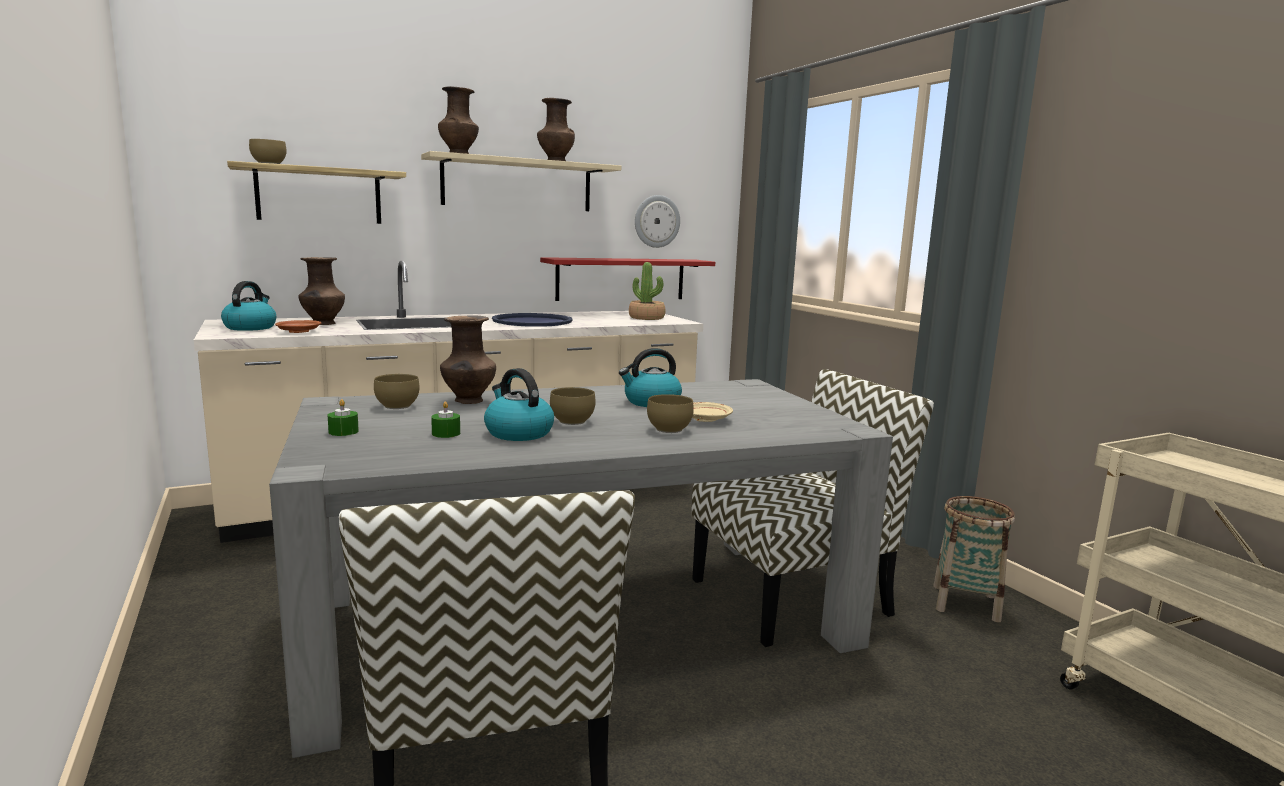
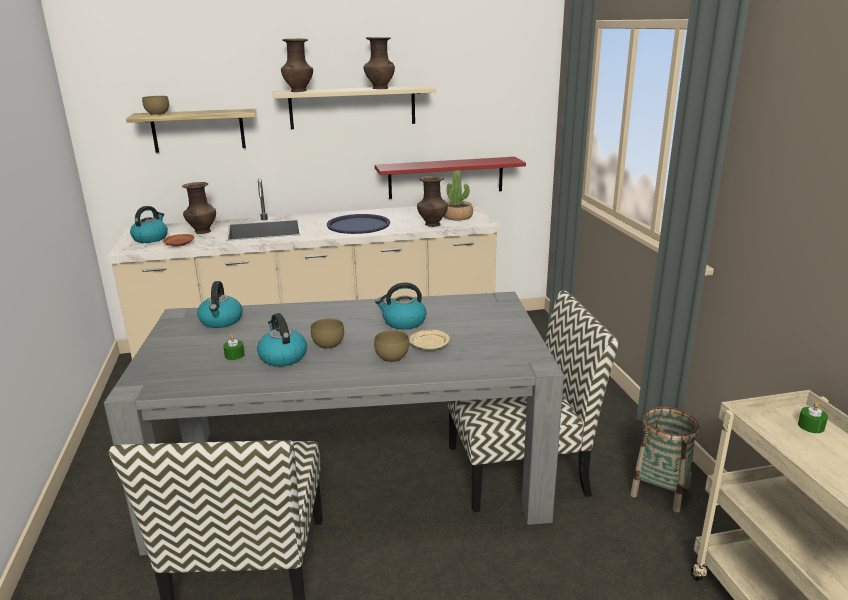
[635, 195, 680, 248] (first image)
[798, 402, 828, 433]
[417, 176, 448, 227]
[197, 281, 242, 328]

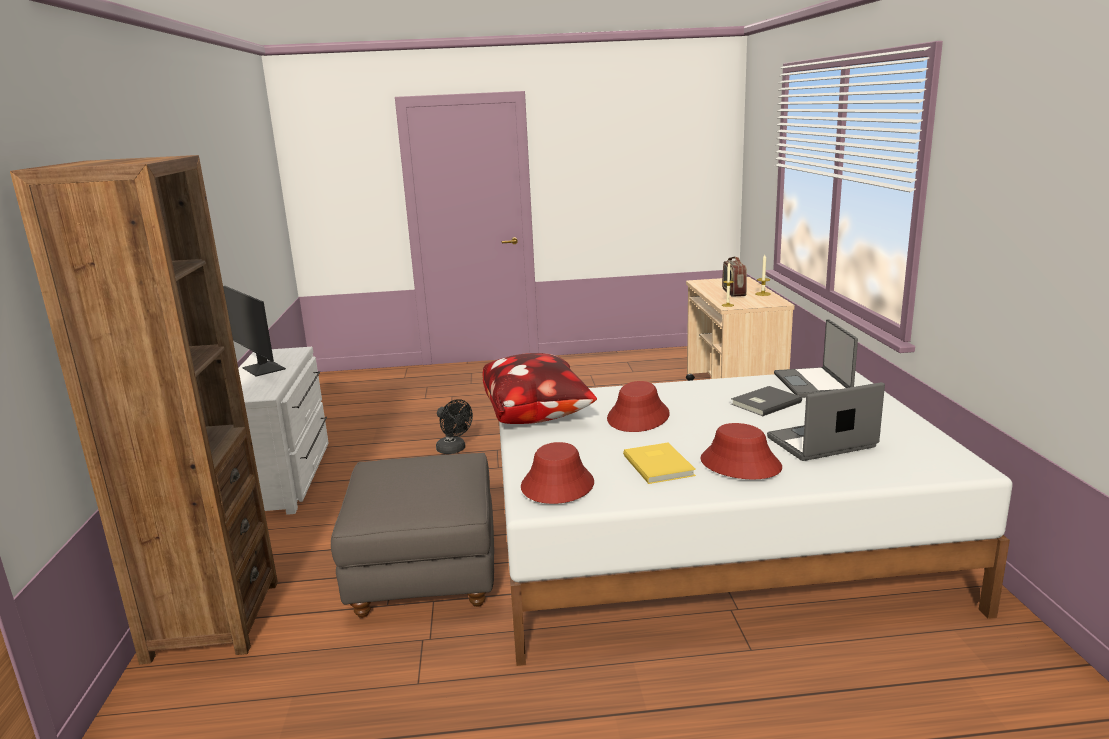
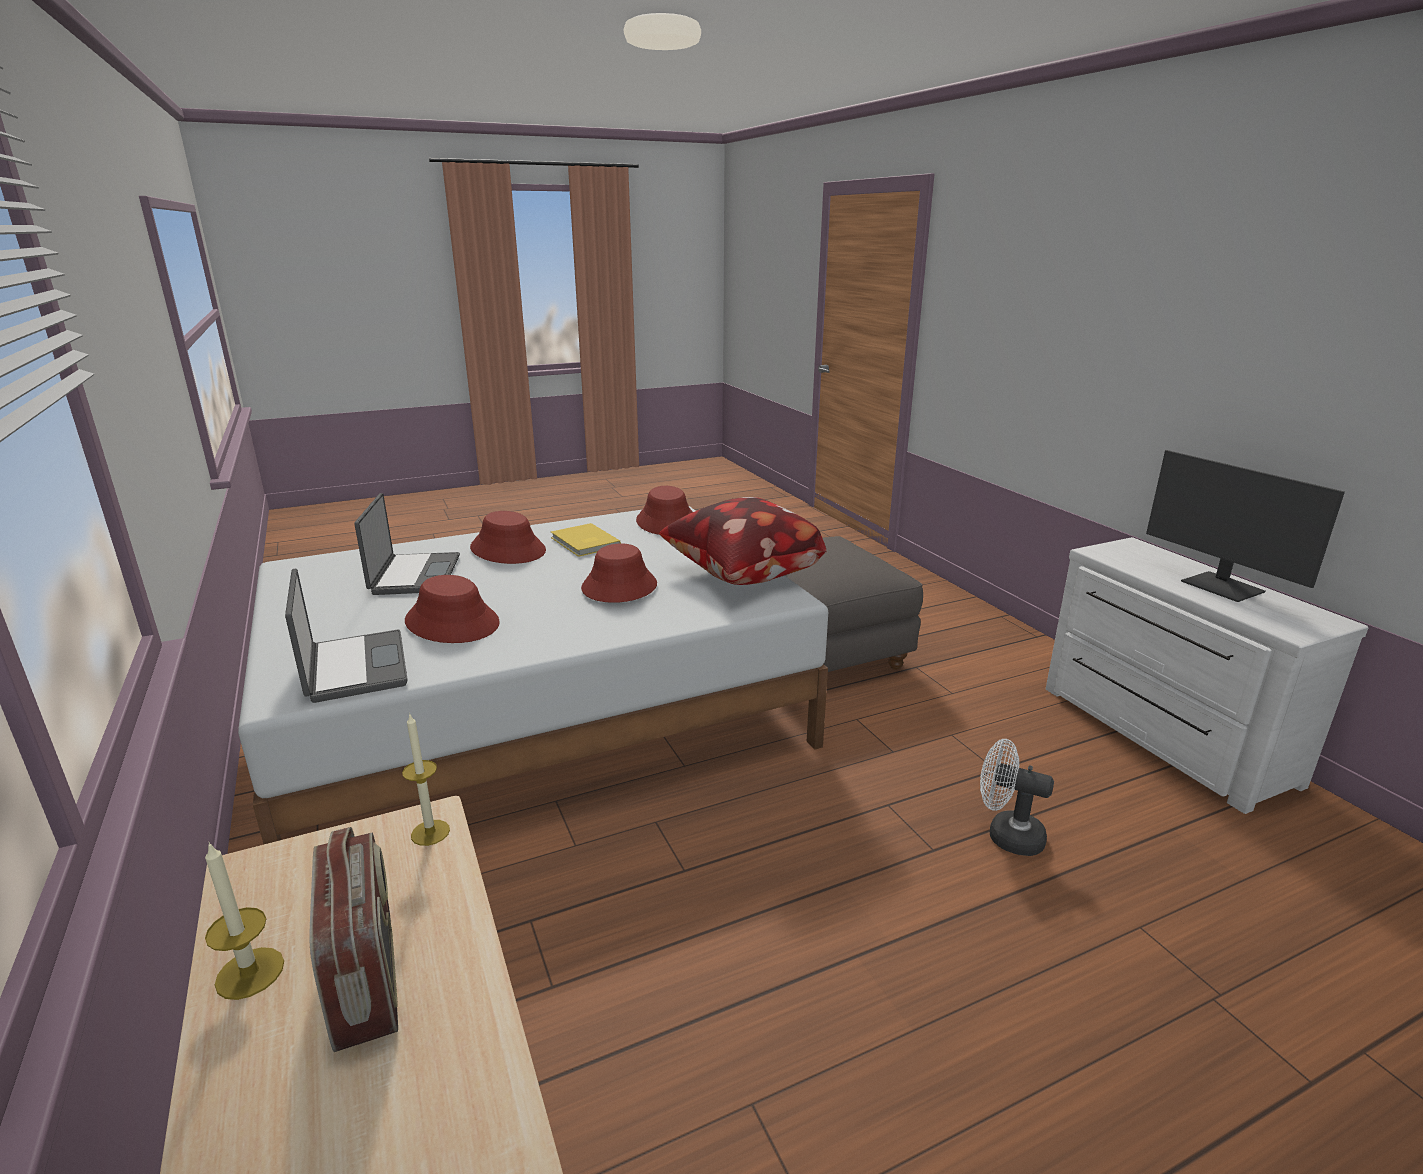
[10, 155, 278, 664] (first image)
[405, 575, 500, 643]
[980, 739, 1054, 856]
[1146, 450, 1345, 602]
[355, 493, 460, 595]

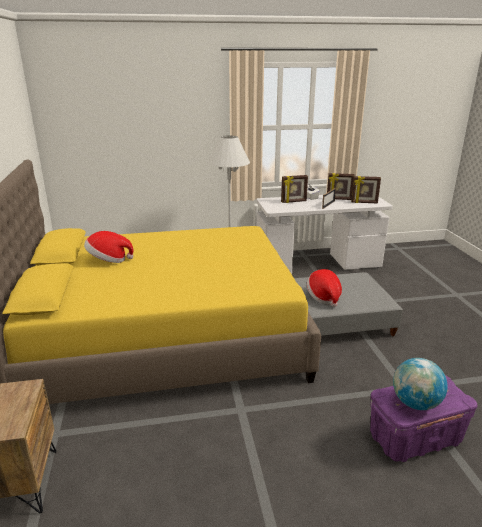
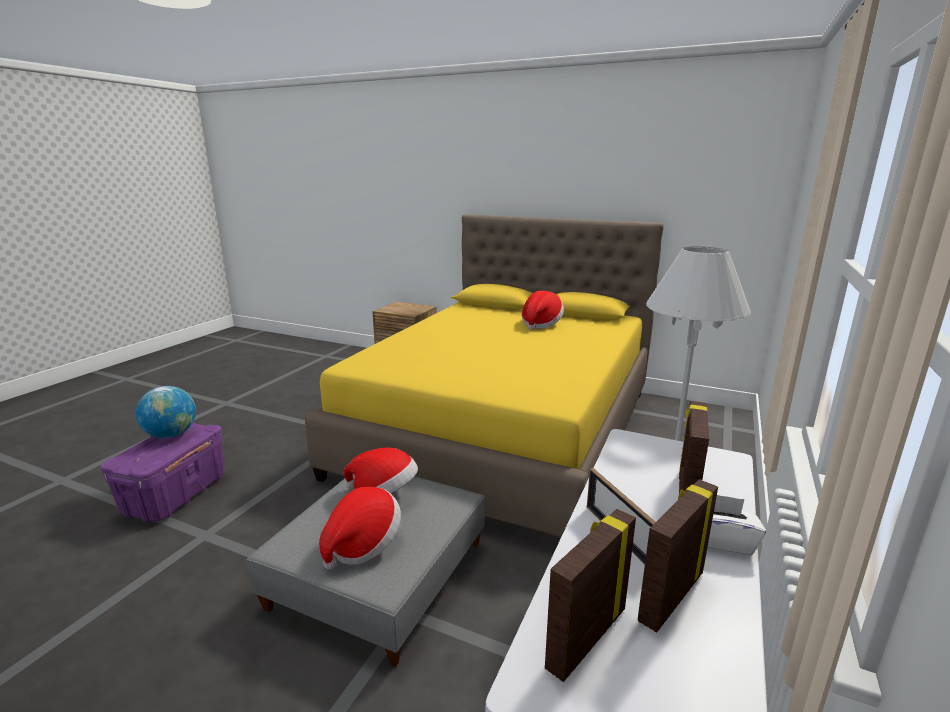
[319, 487, 401, 570]

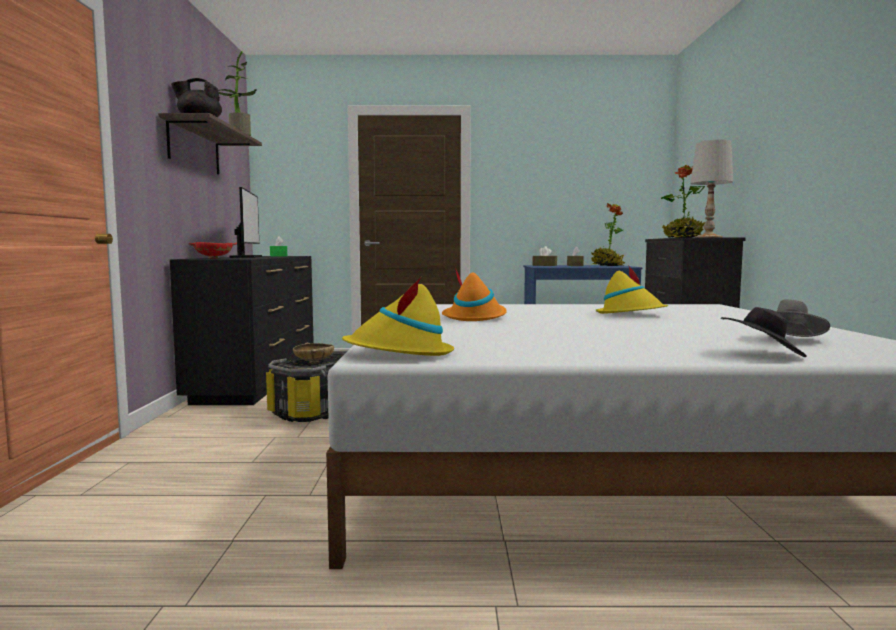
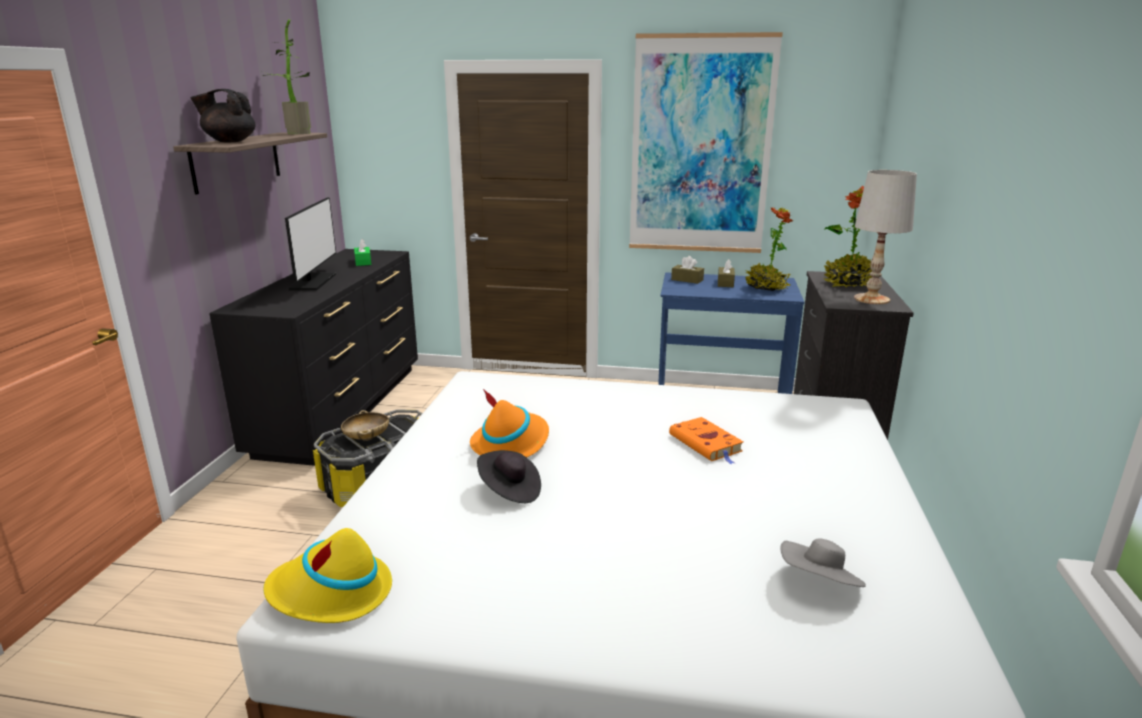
[188, 242, 237, 259] (first image)
[629, 32, 783, 253]
[477, 450, 541, 503]
[669, 417, 744, 464]

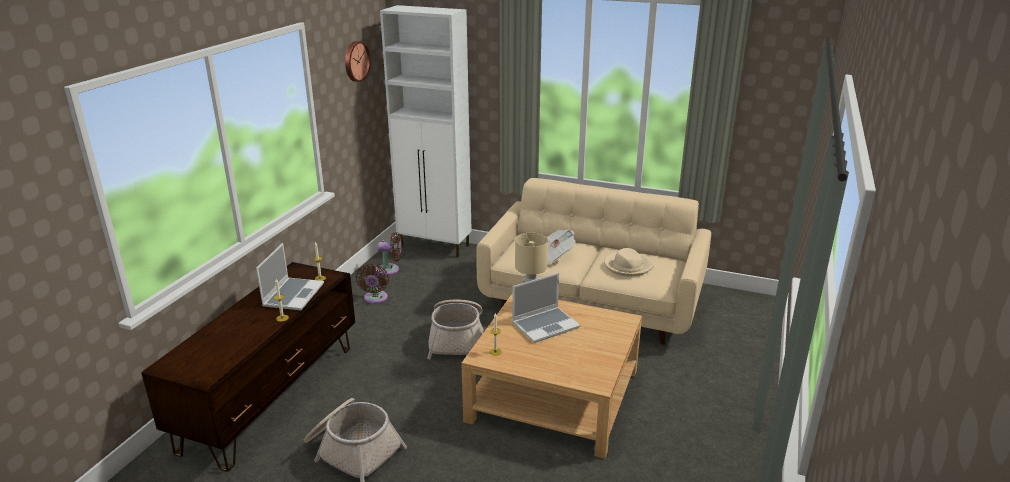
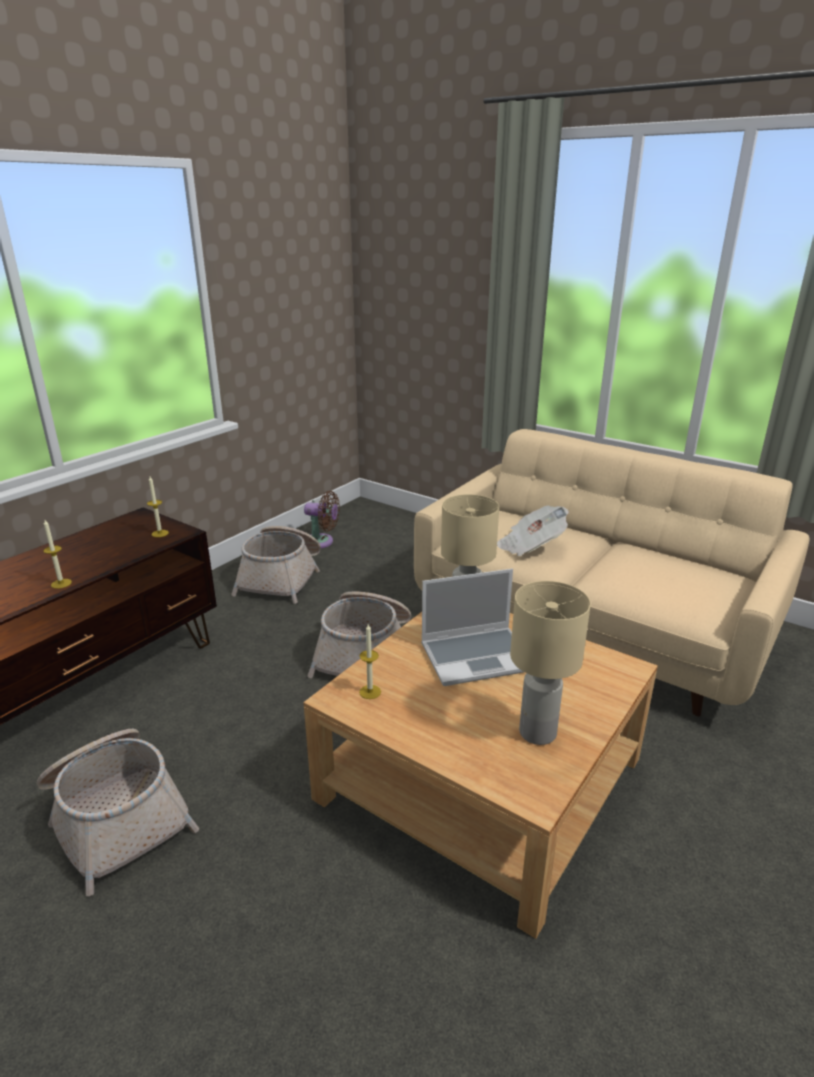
[256, 243, 324, 310] (first image)
[345, 41, 371, 82] (first image)
[380, 5, 472, 257] (first image)
[604, 248, 654, 277] (first image)
[510, 581, 591, 745]
[231, 526, 321, 604]

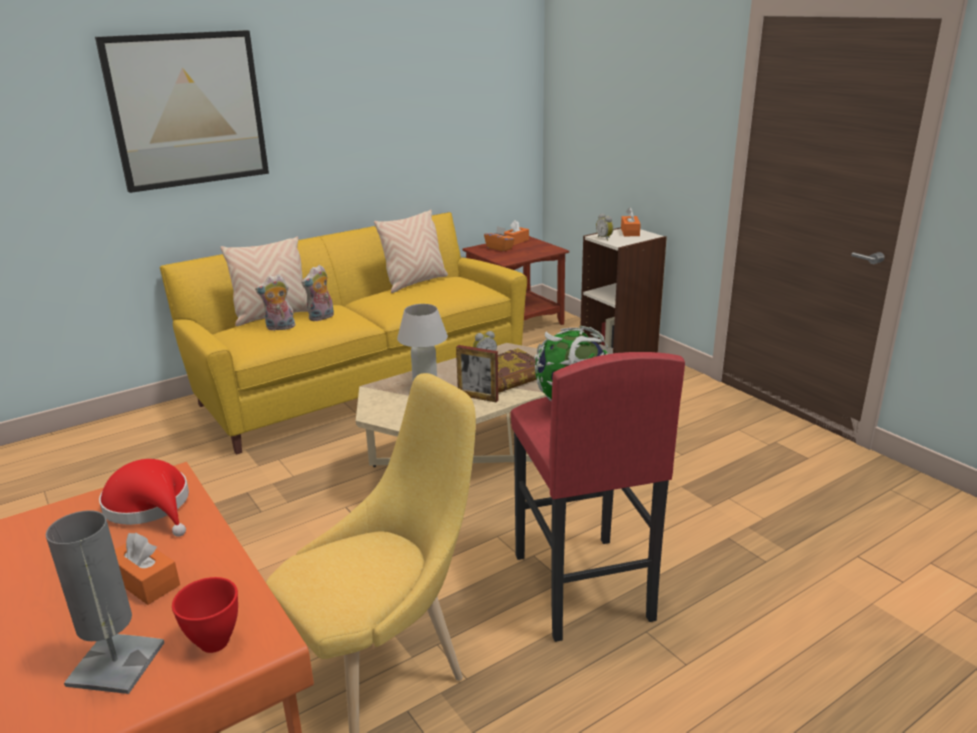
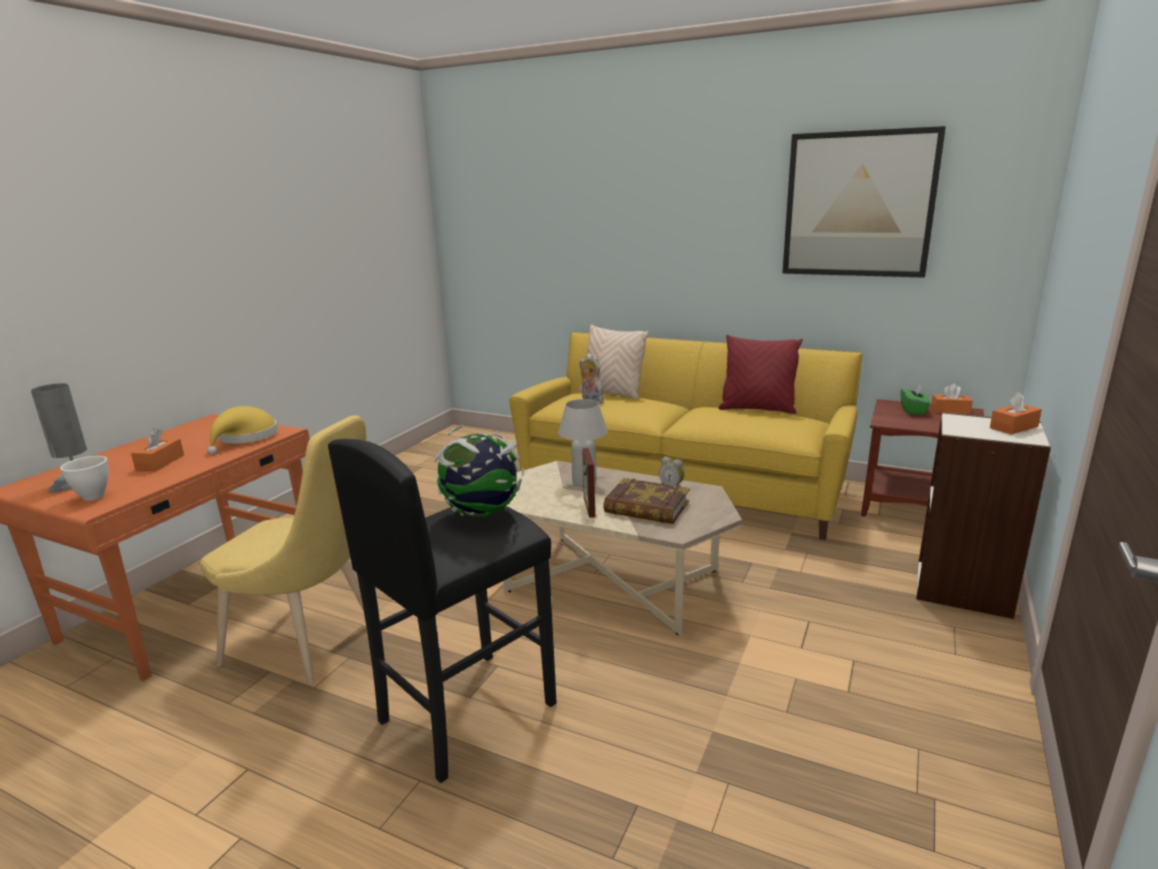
[301, 265, 334, 321] (first image)
[596, 213, 614, 241] (first image)
[782, 126, 946, 278]
[207, 406, 278, 455]
[60, 456, 109, 501]
[718, 335, 803, 414]
[901, 384, 930, 415]
[328, 439, 557, 783]

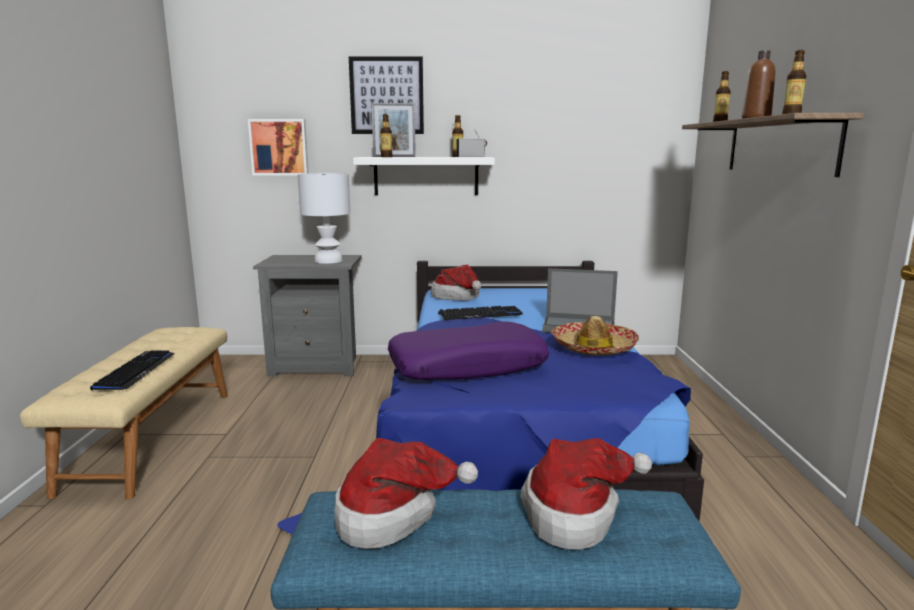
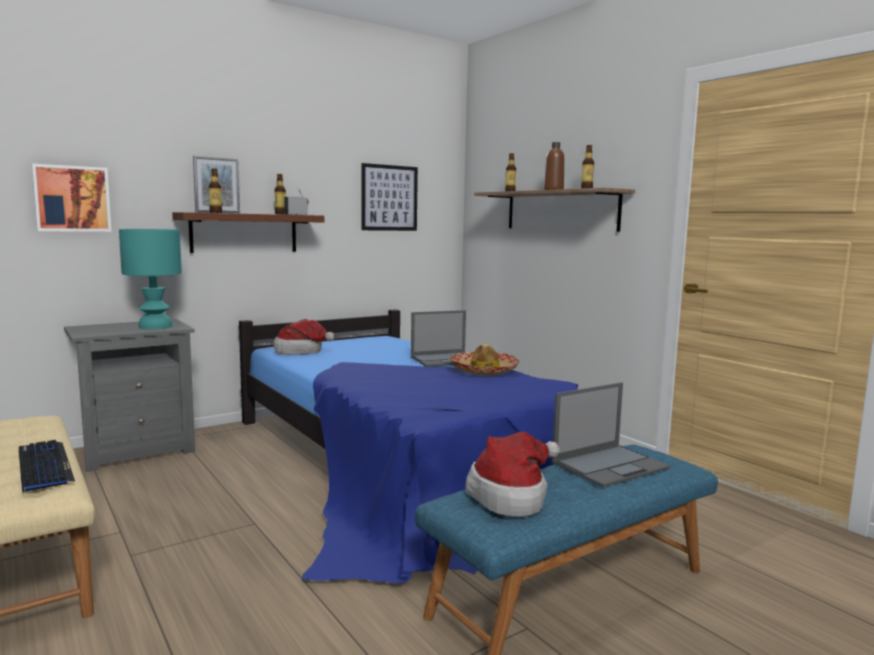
[388, 322, 549, 380] (first image)
[438, 306, 523, 320] (first image)
[361, 163, 418, 231]
[552, 382, 670, 488]
[119, 229, 182, 329]
[172, 212, 324, 253]

